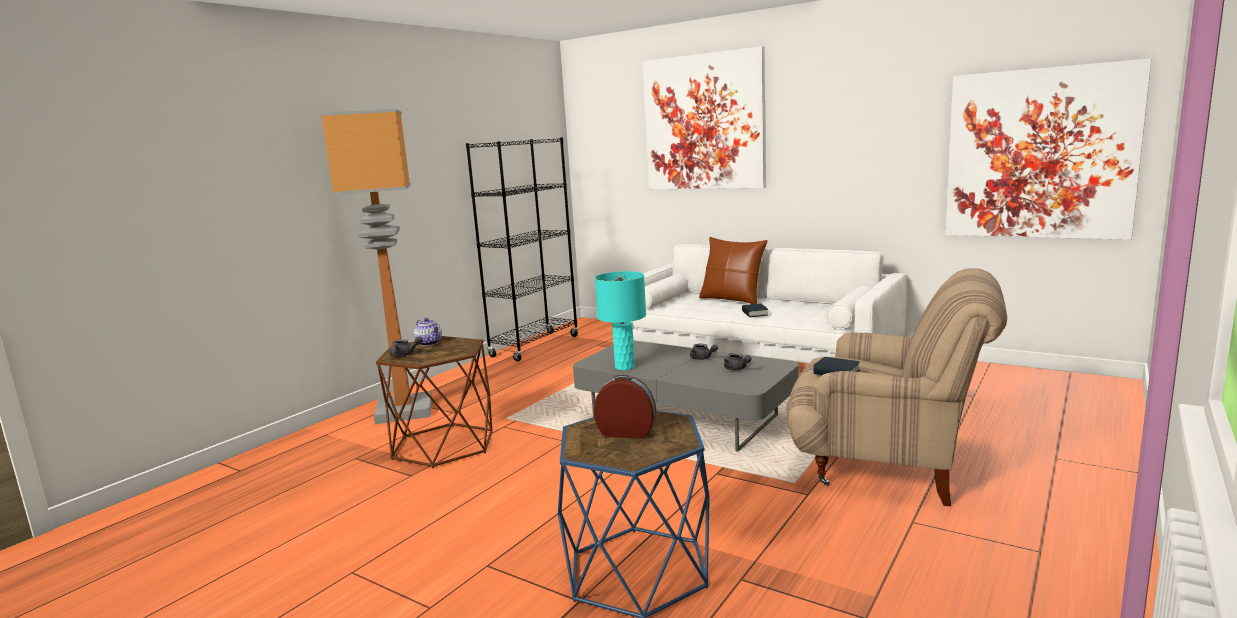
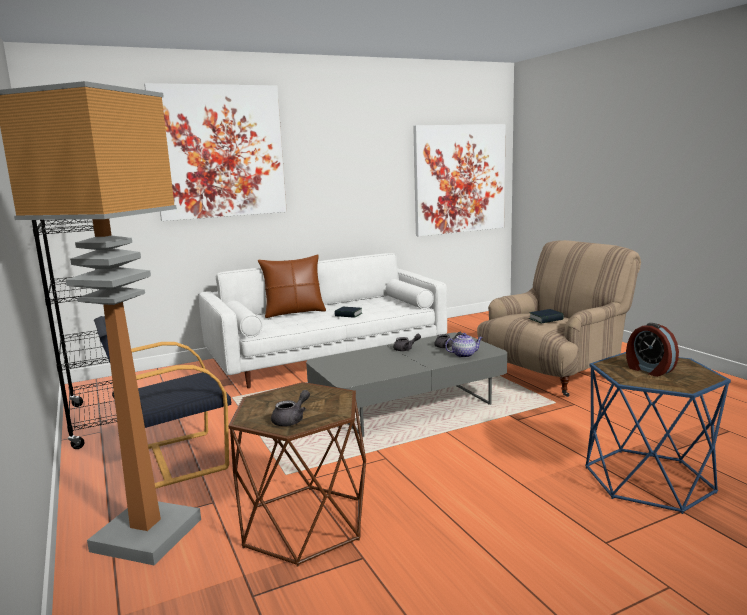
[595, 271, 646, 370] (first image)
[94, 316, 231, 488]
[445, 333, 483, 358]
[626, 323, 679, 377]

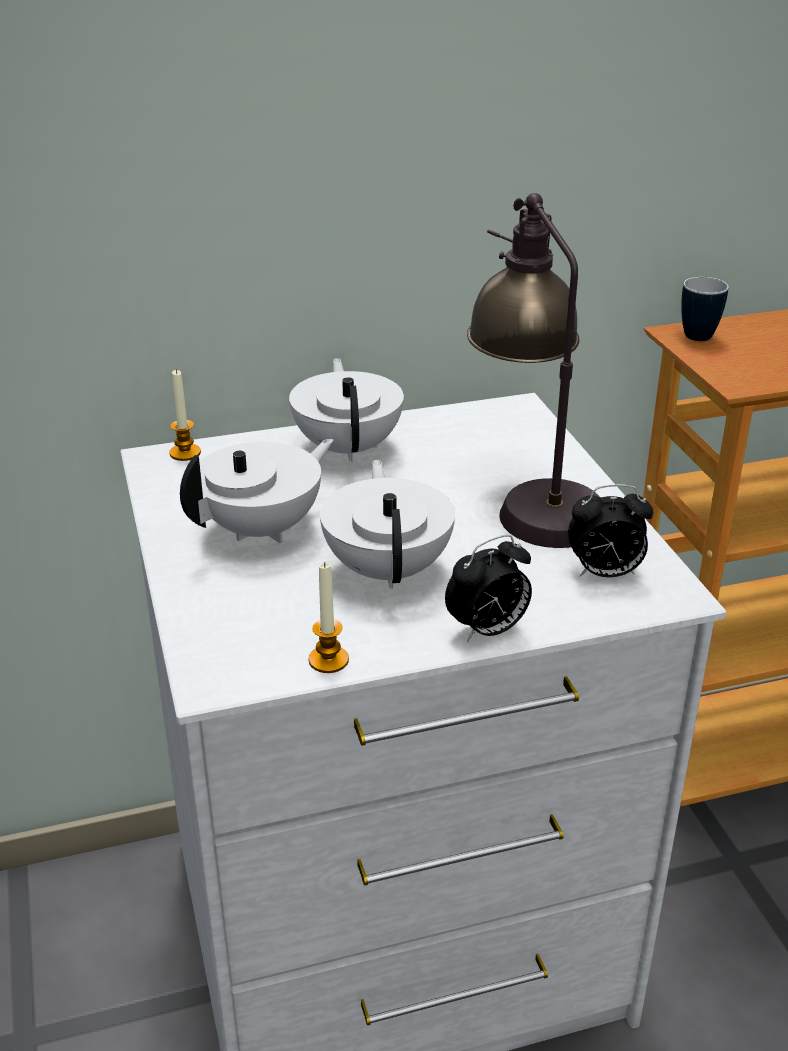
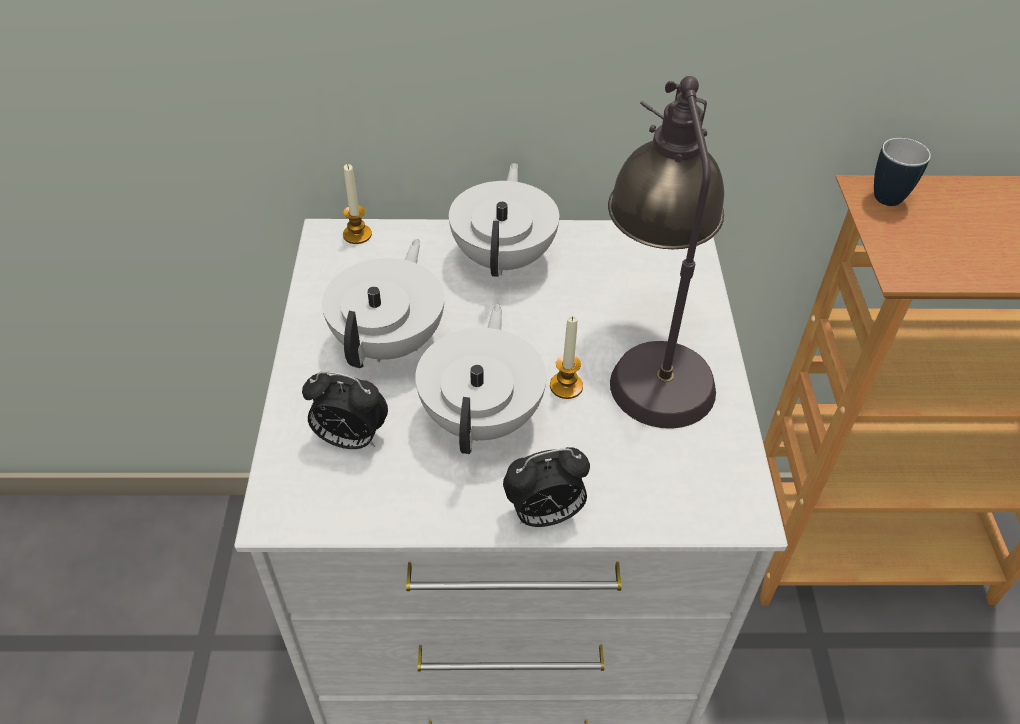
[550, 316, 583, 399]
[302, 371, 388, 449]
[322, 239, 444, 368]

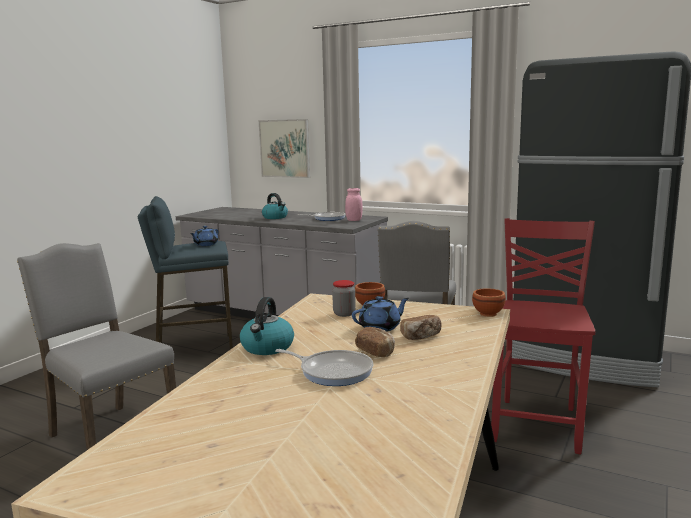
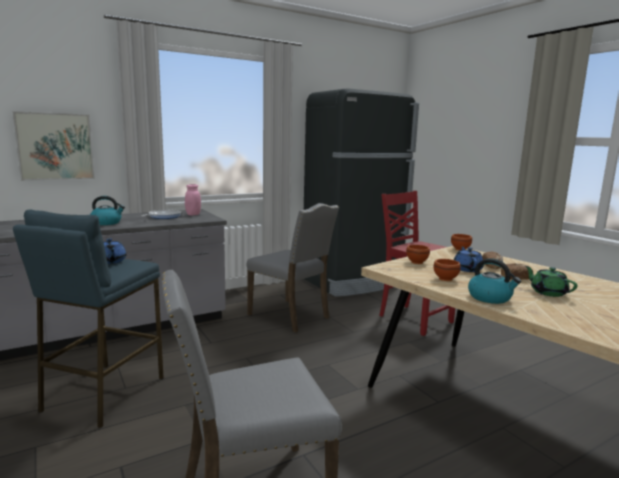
[332, 280, 356, 317] (first image)
[434, 259, 461, 281]
[525, 266, 577, 297]

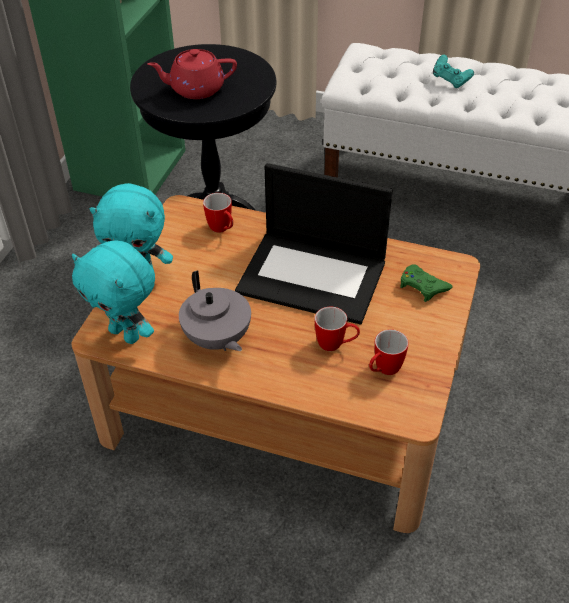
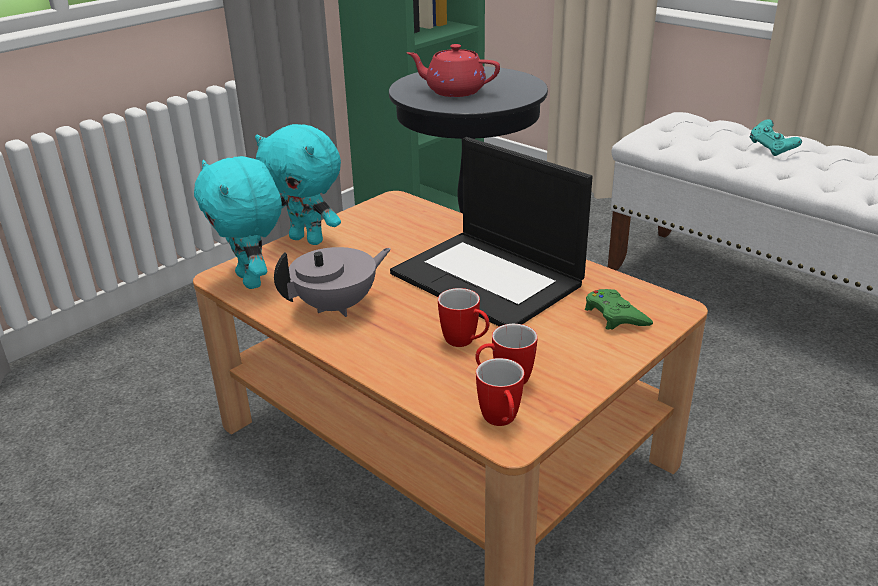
[476, 358, 524, 426]
[274, 247, 391, 317]

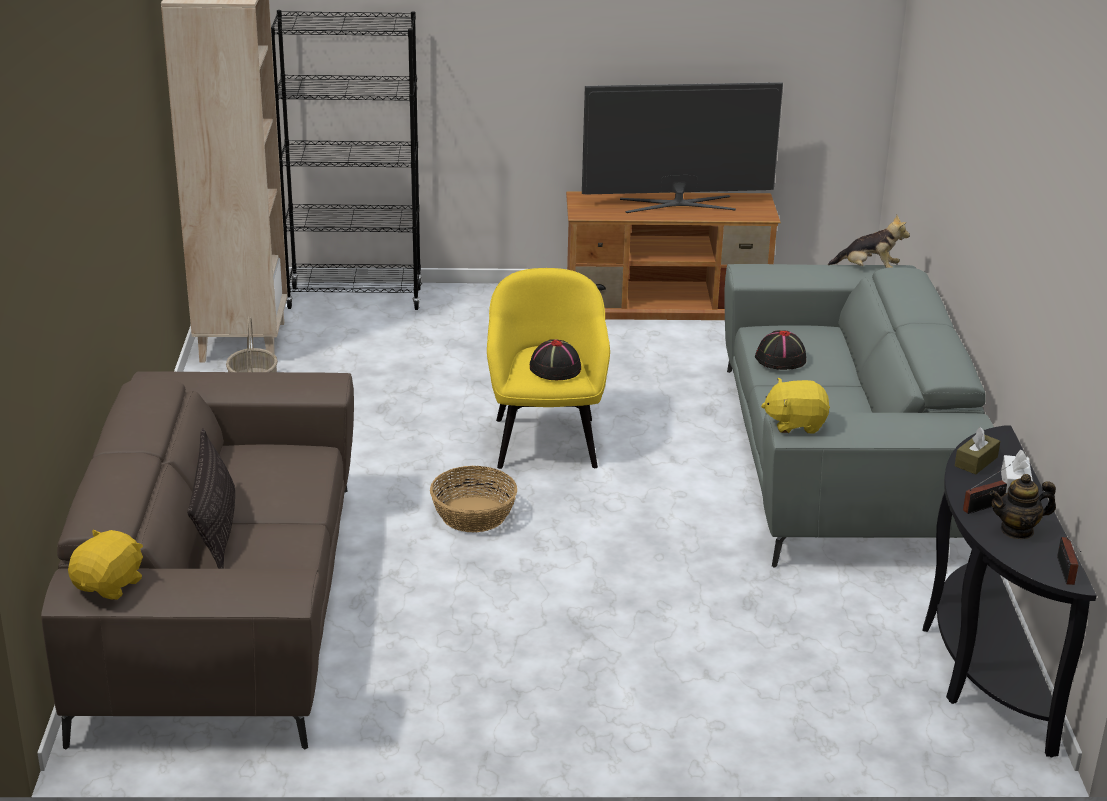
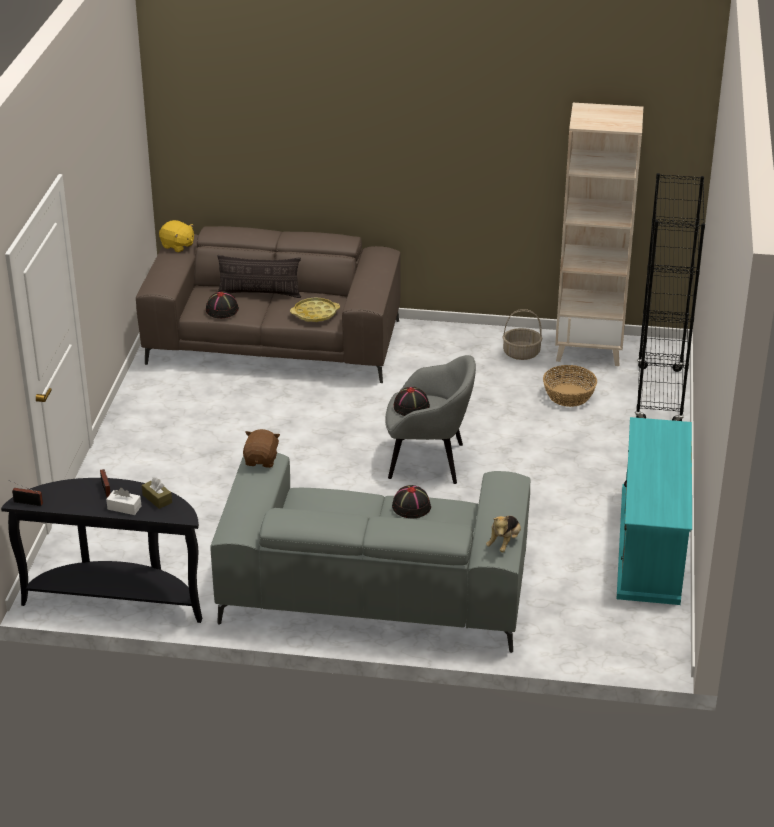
[582, 82, 783, 213] (first image)
[989, 474, 1056, 539] (first image)
[206, 291, 239, 318]
[290, 297, 340, 322]
[543, 365, 597, 407]
[385, 355, 476, 484]
[617, 417, 692, 605]
[243, 429, 280, 468]

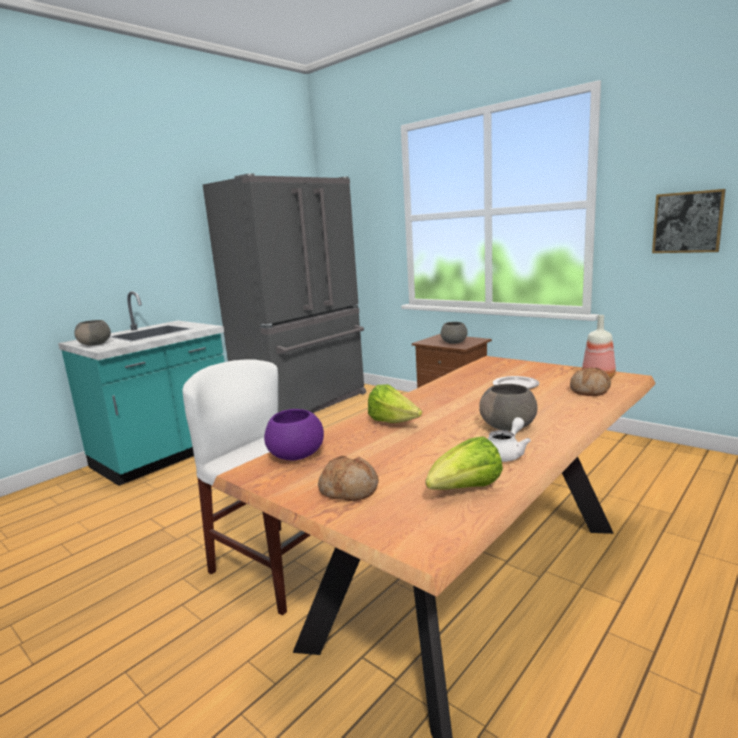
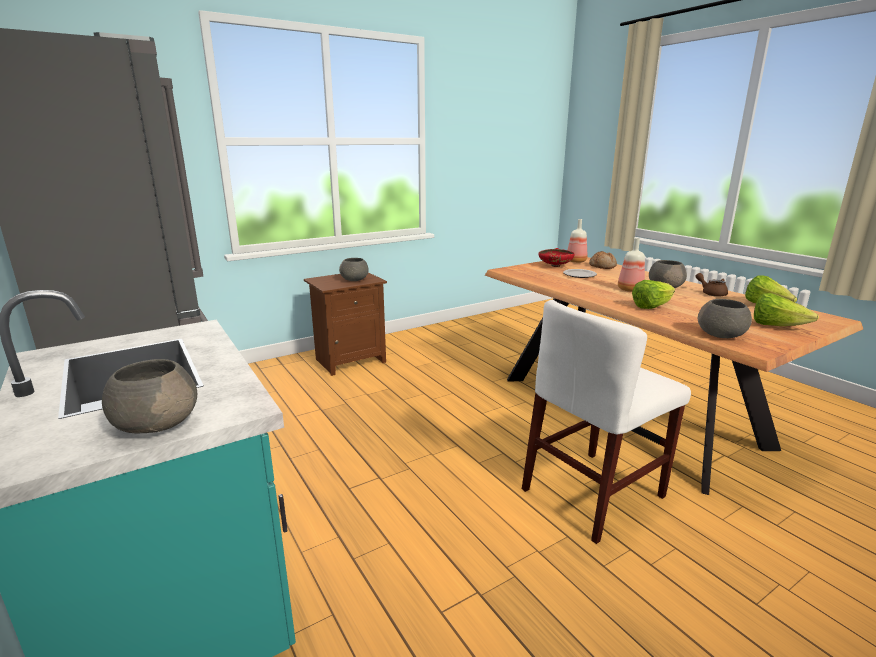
[652, 189, 726, 253] (first image)
[538, 248, 574, 267]
[618, 238, 645, 292]
[754, 293, 819, 326]
[698, 299, 752, 338]
[695, 273, 728, 297]

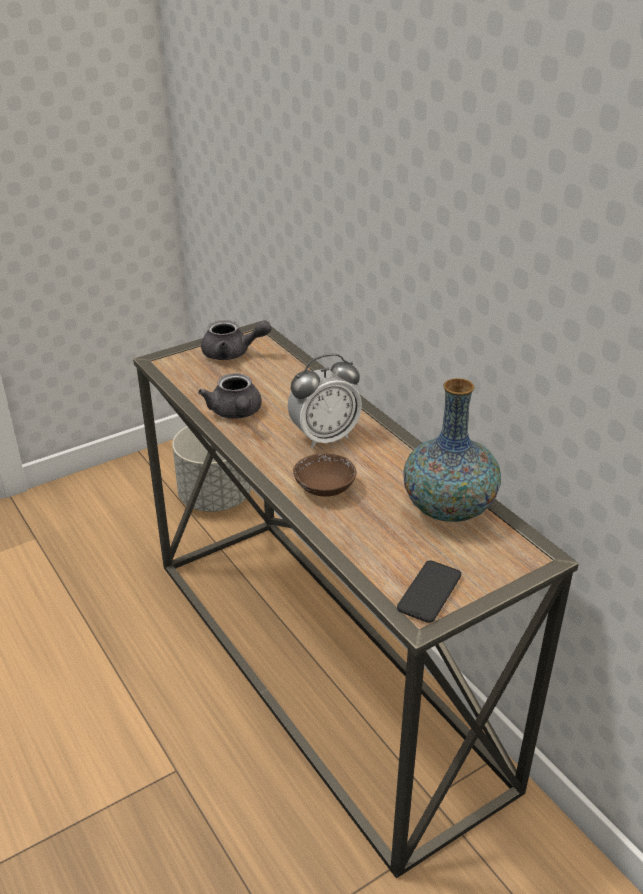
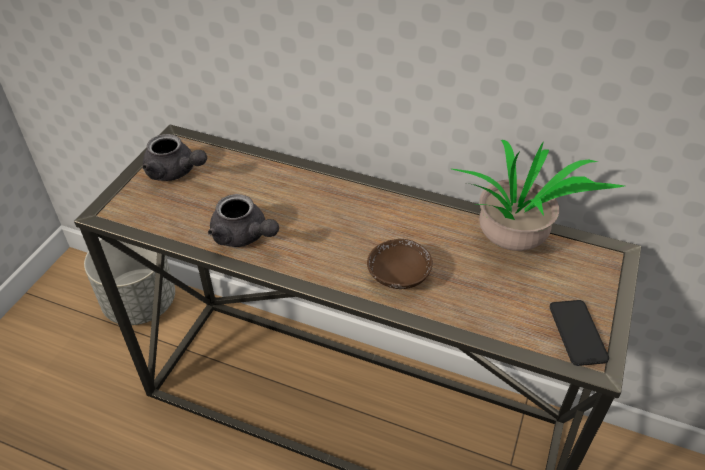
[288, 354, 362, 449] (first image)
[451, 140, 624, 251]
[142, 134, 207, 181]

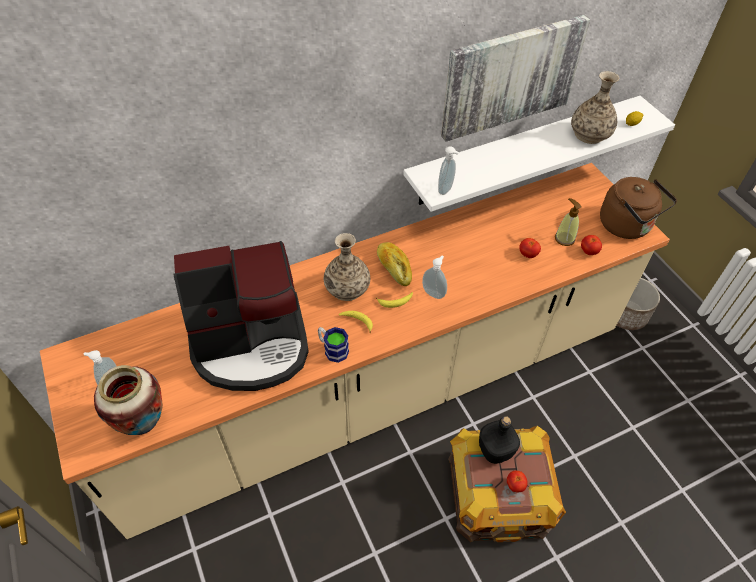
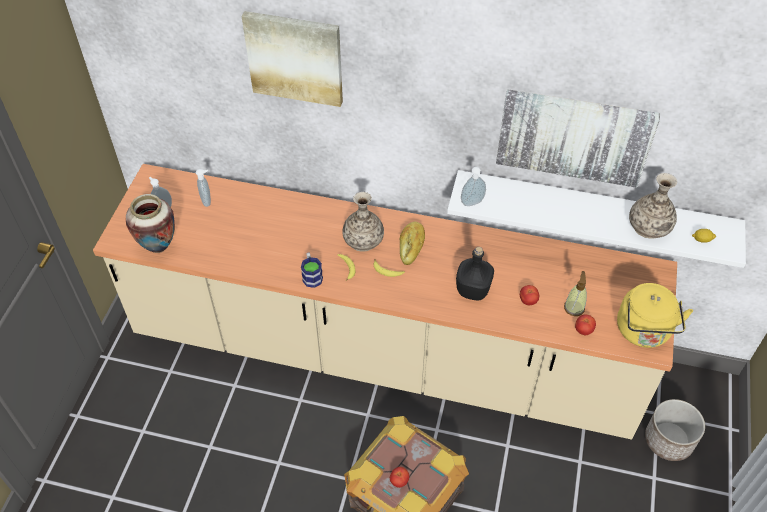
[174, 241, 309, 391] (first image)
[242, 11, 343, 107]
[196, 169, 211, 207]
[456, 247, 494, 300]
[617, 283, 693, 348]

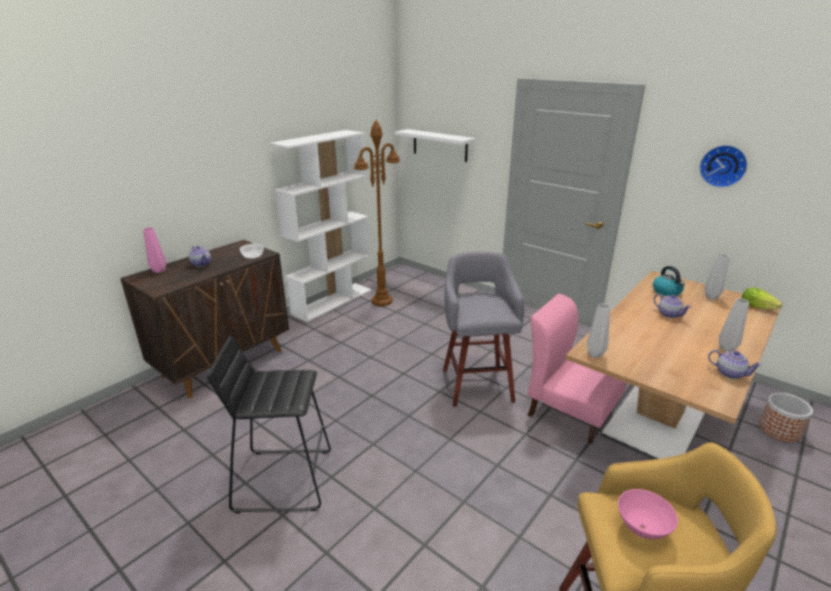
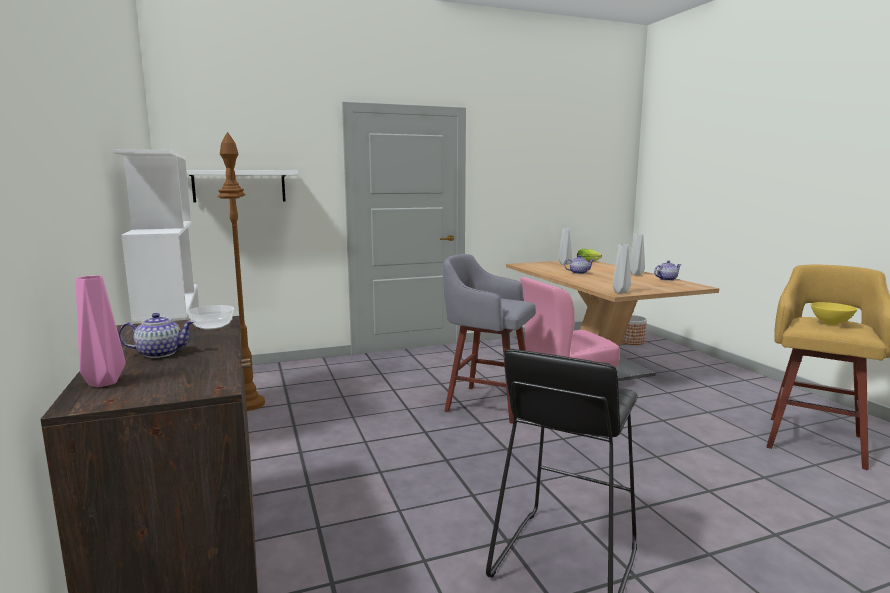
[653, 266, 685, 296] (first image)
[699, 145, 748, 188] (first image)
[811, 302, 857, 325]

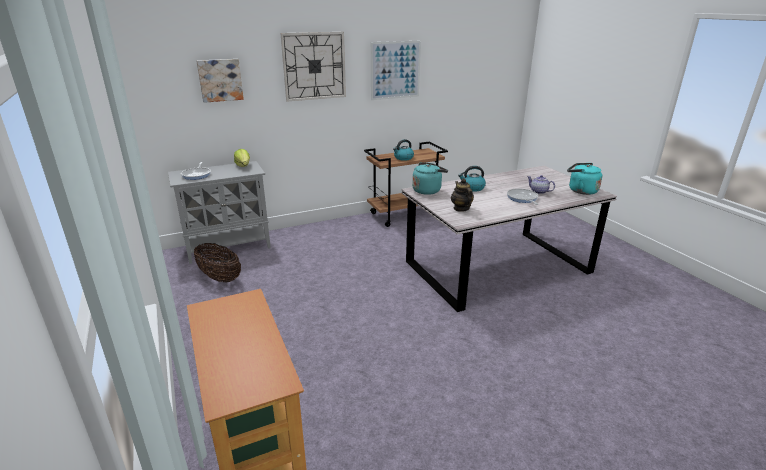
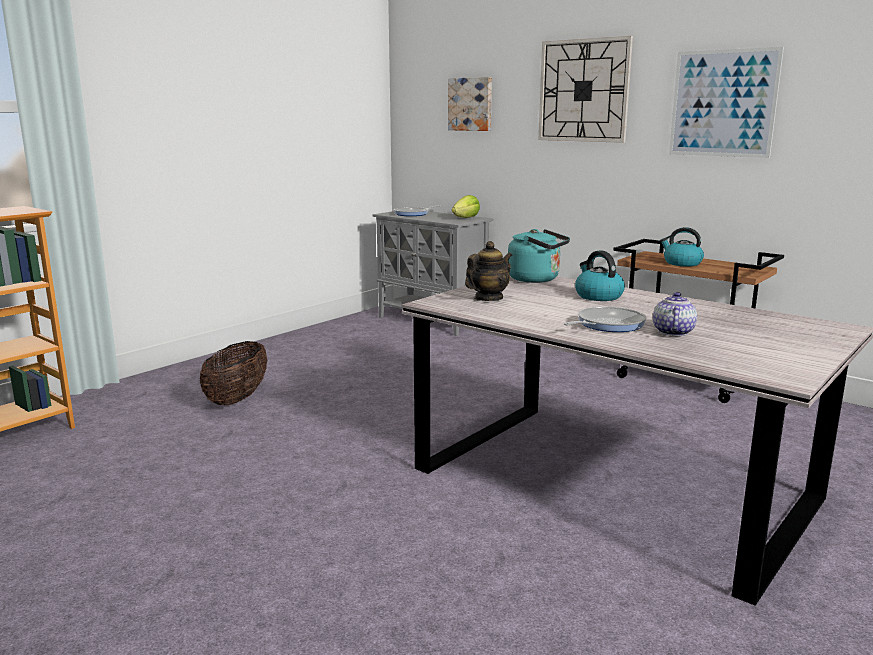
[567, 163, 602, 195] (first image)
[200, 341, 267, 405]

